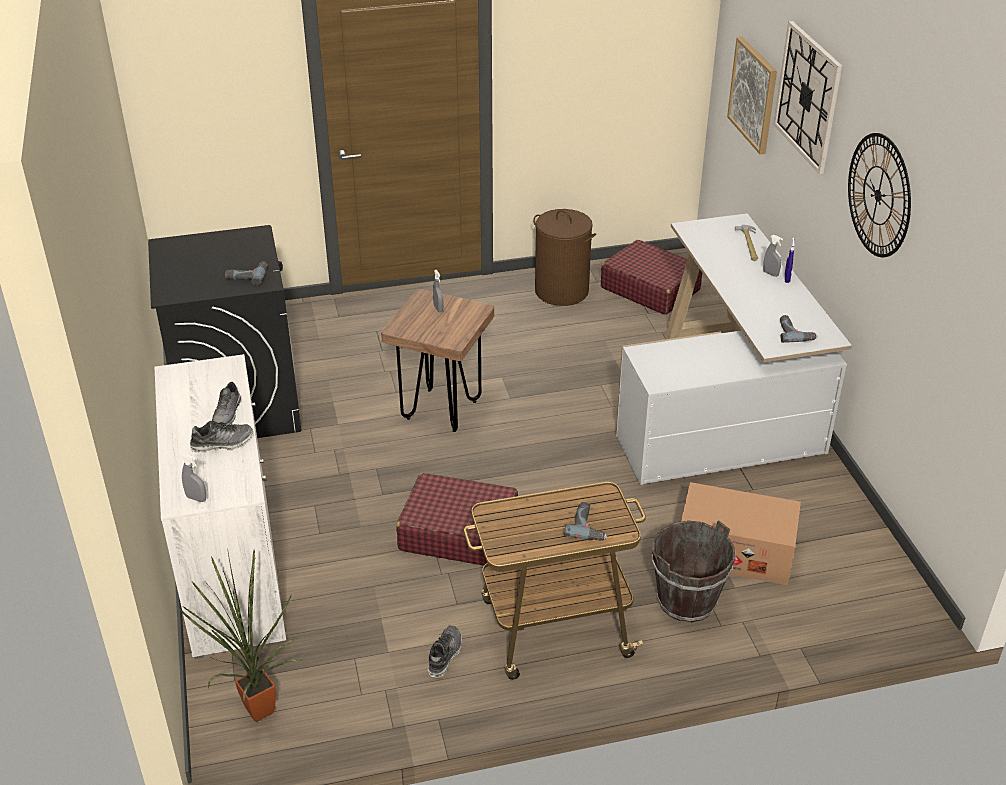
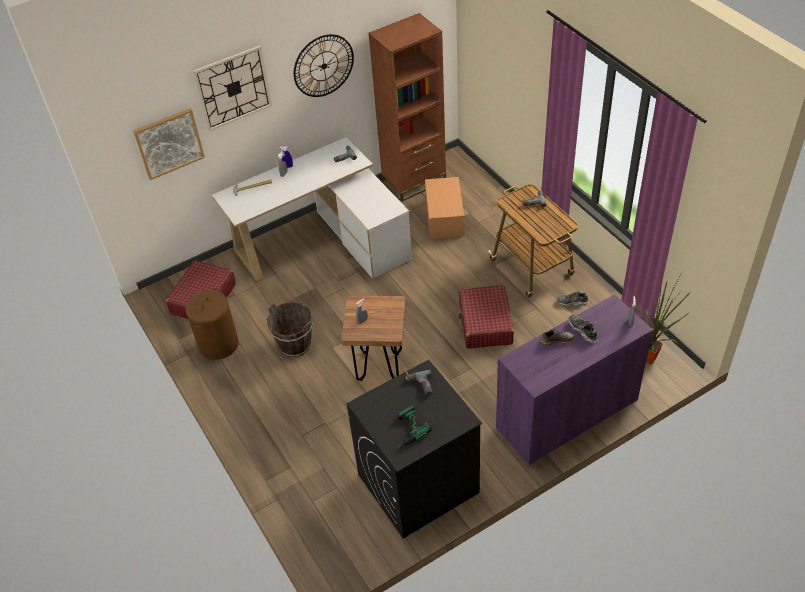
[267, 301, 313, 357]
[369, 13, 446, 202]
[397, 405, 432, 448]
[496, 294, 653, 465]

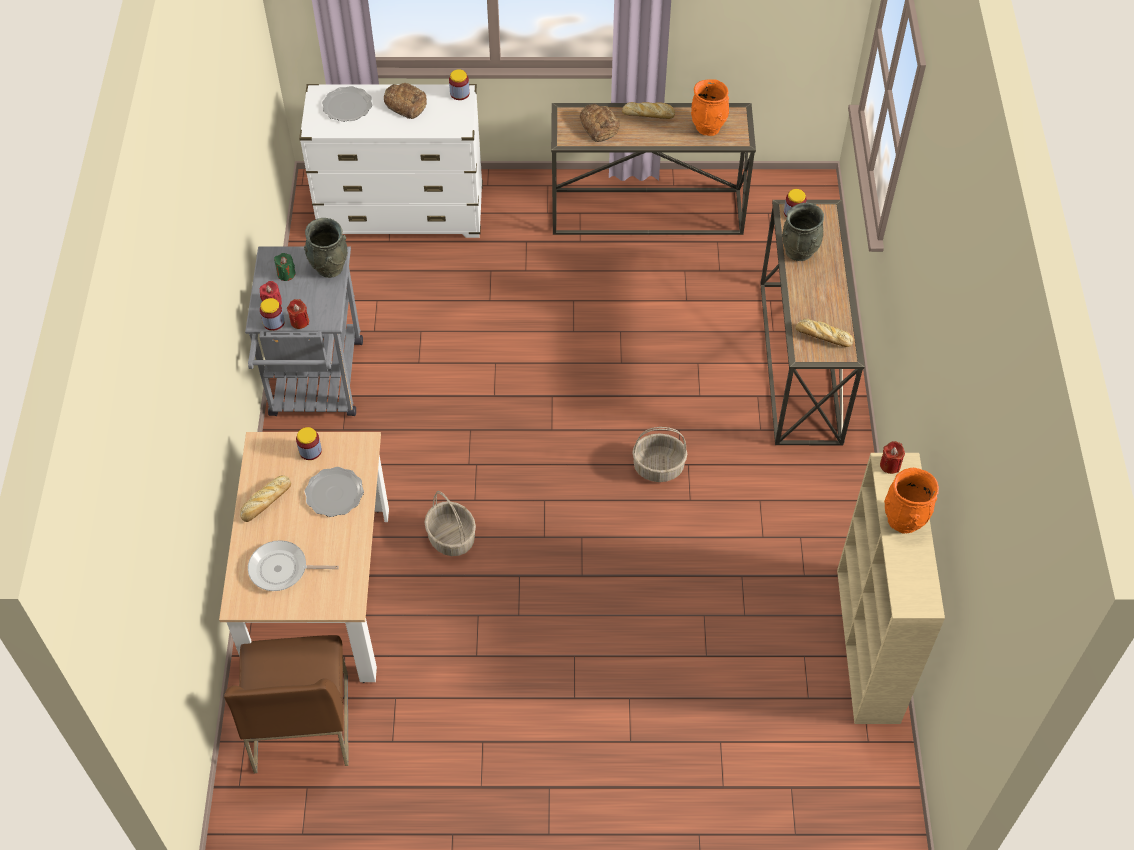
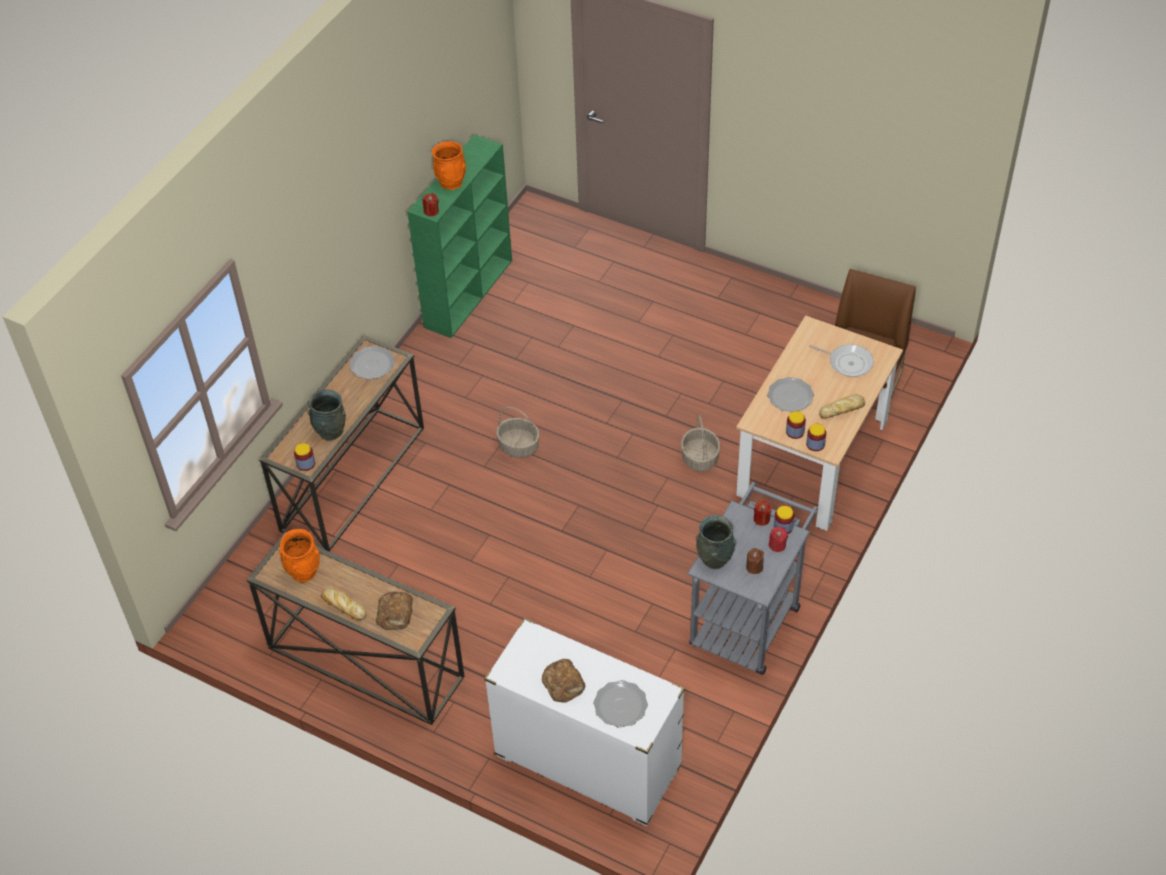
[350, 346, 395, 380]
[407, 135, 512, 338]
[746, 548, 764, 574]
[806, 424, 826, 451]

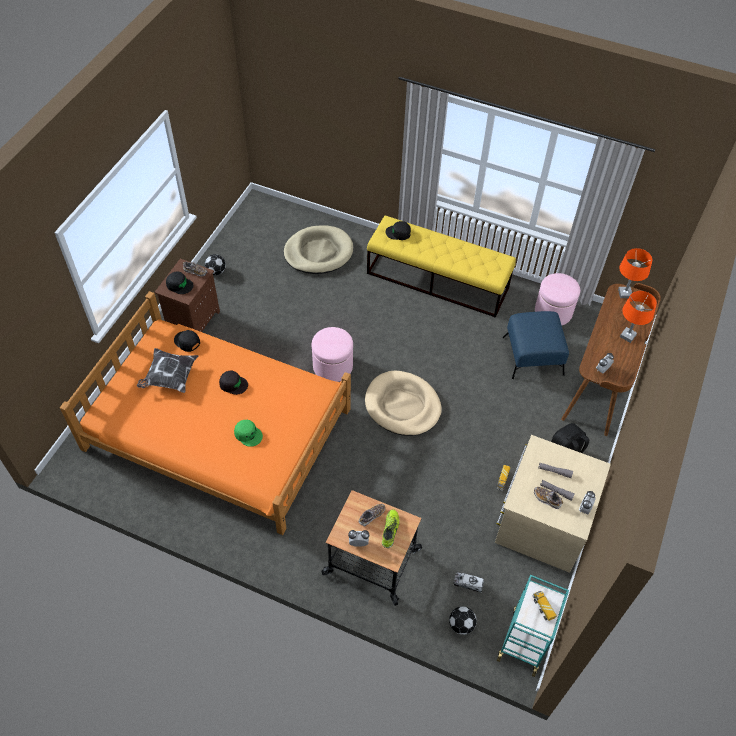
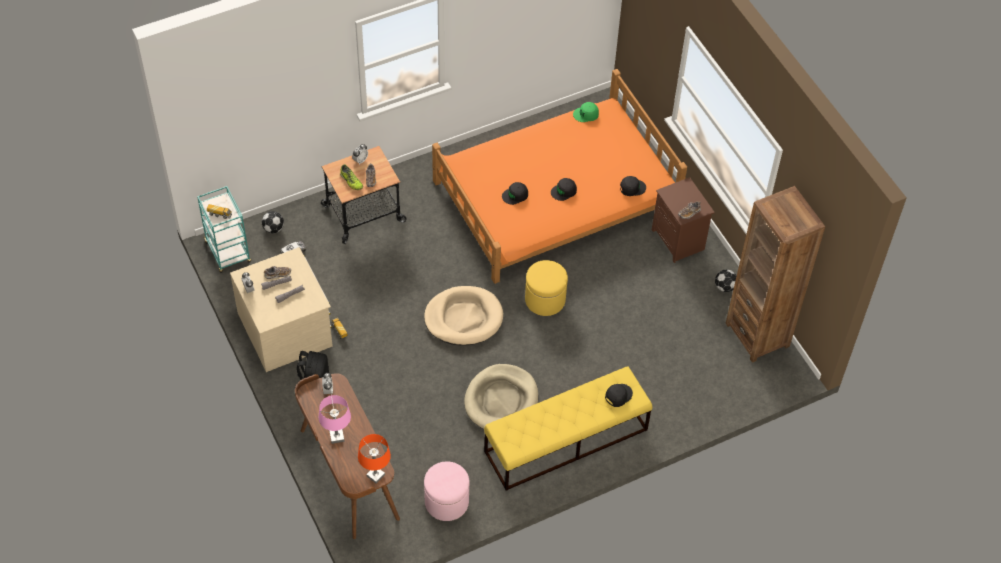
[319, 395, 351, 444]
[464, 364, 538, 429]
[502, 182, 528, 205]
[525, 260, 568, 316]
[573, 102, 599, 122]
[725, 186, 825, 363]
[137, 348, 198, 393] (first image)
[502, 311, 569, 379] (first image)

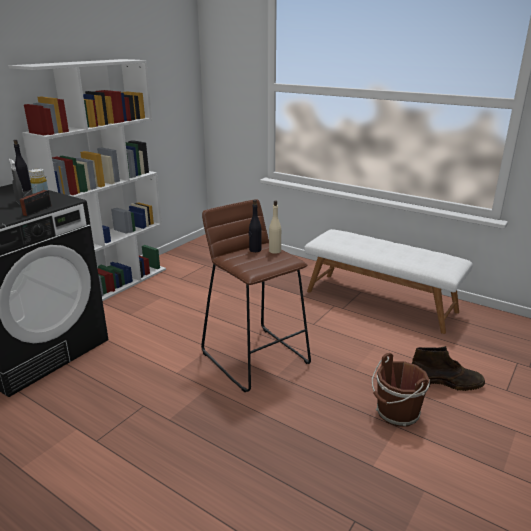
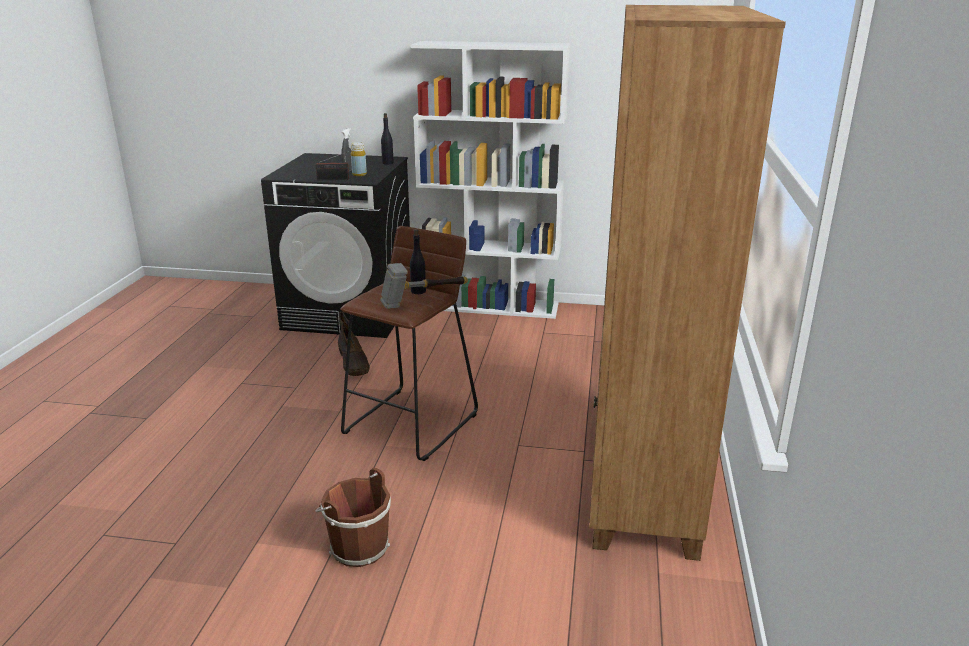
[338, 312, 370, 376]
[380, 263, 468, 309]
[589, 5, 786, 561]

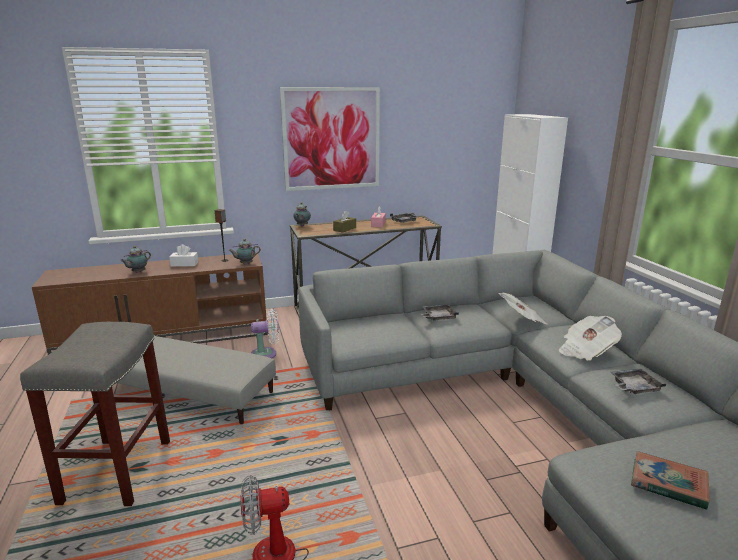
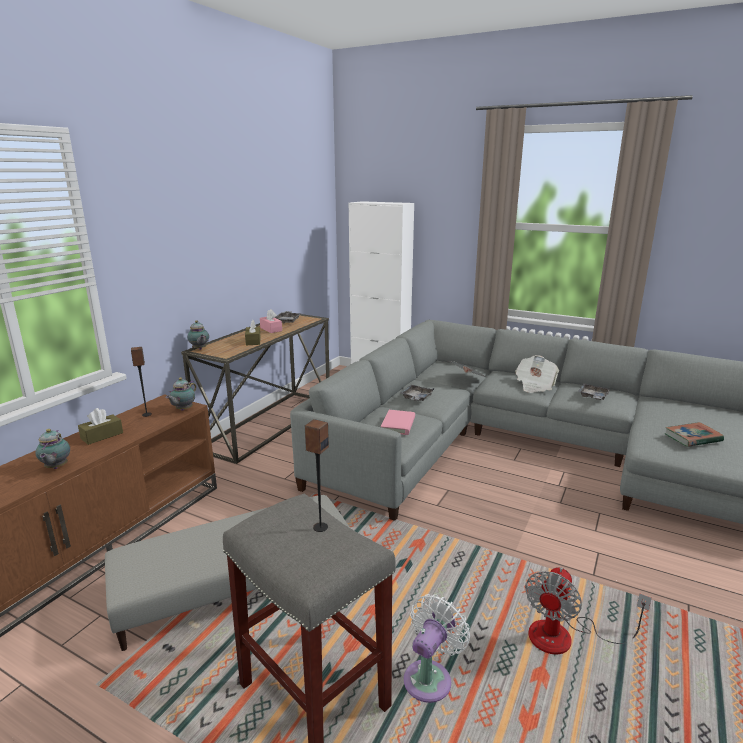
[78, 408, 123, 445]
[305, 419, 329, 532]
[381, 410, 415, 435]
[404, 594, 470, 703]
[280, 87, 380, 191] (first image)

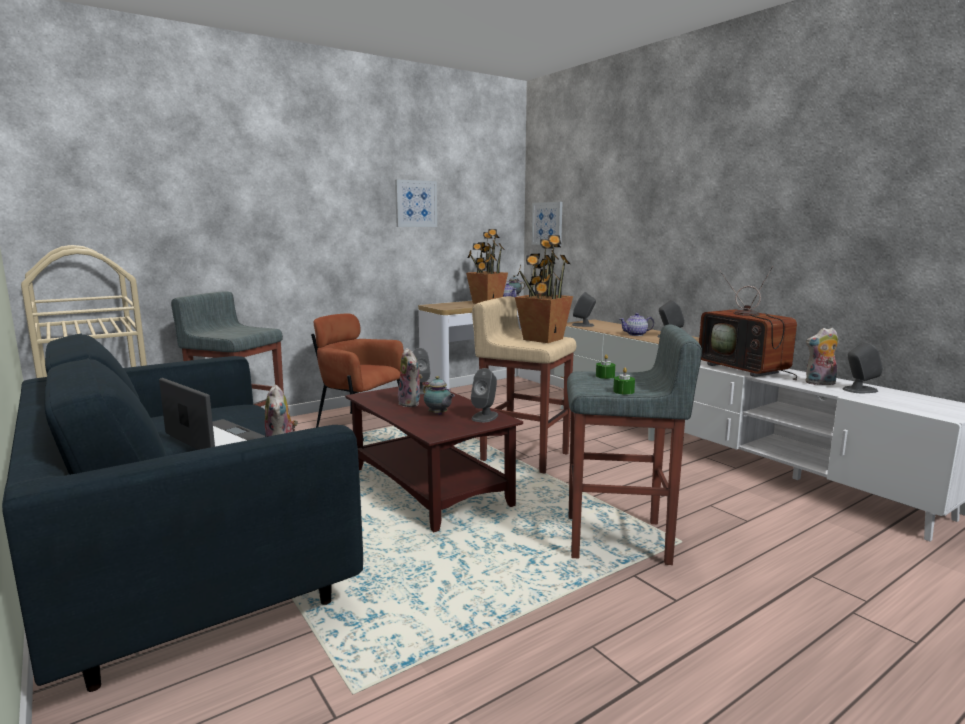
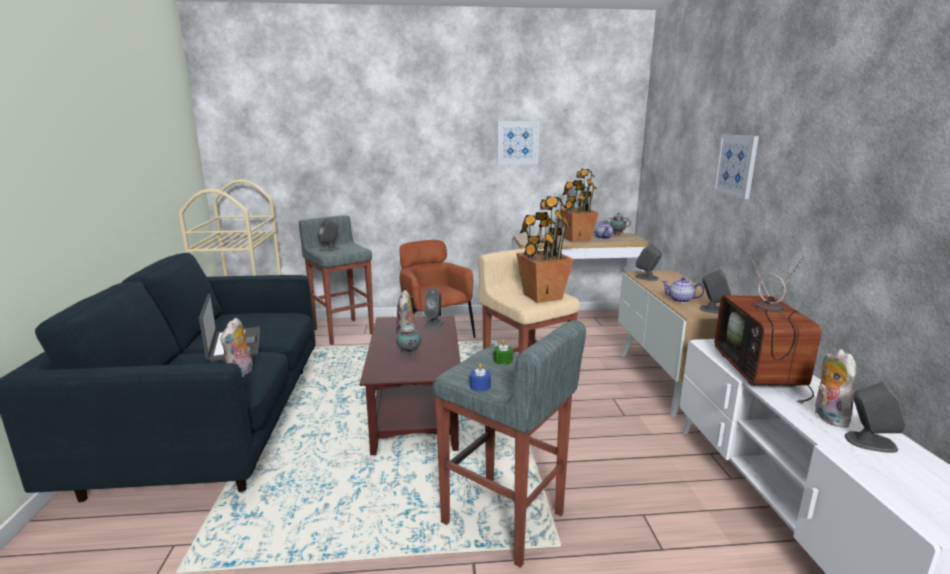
[318, 219, 340, 252]
[470, 363, 491, 391]
[713, 135, 759, 199]
[815, 349, 856, 428]

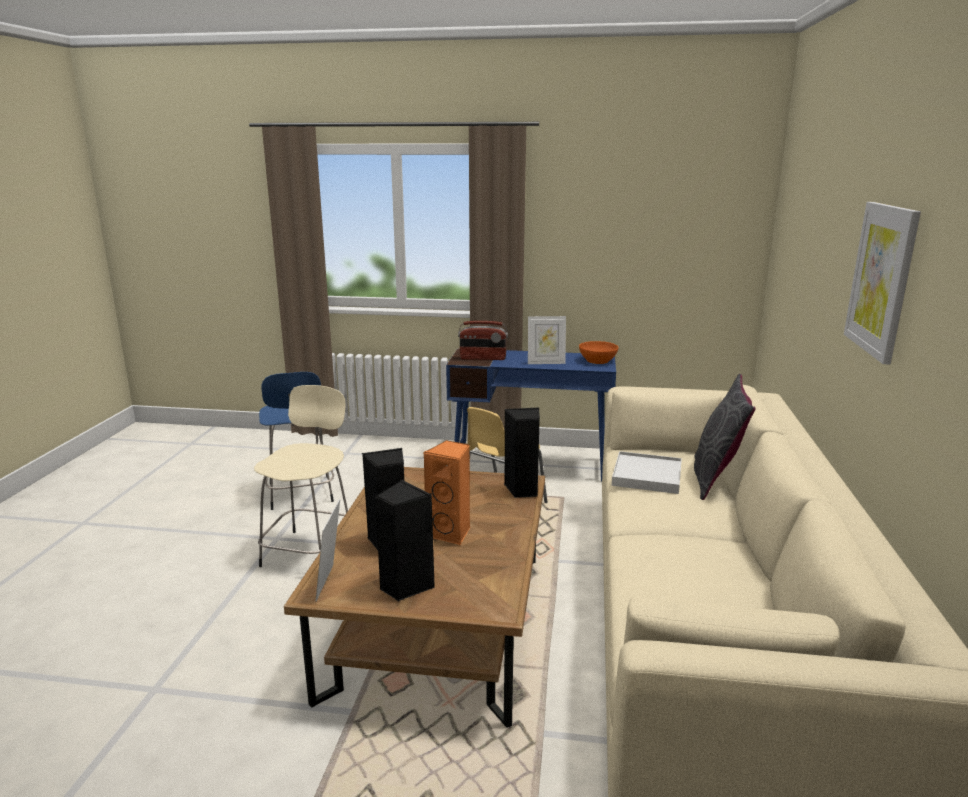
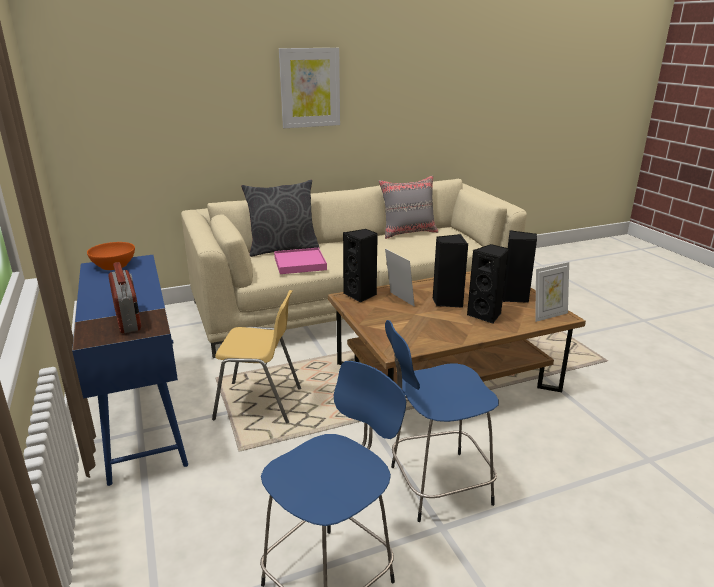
[274, 248, 327, 274]
[379, 175, 438, 239]
[385, 249, 415, 307]
[385, 320, 499, 522]
[433, 234, 468, 308]

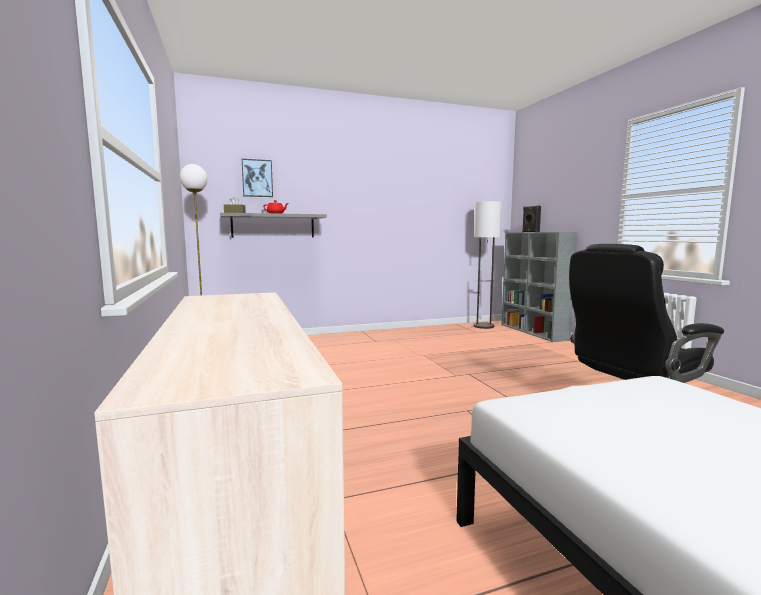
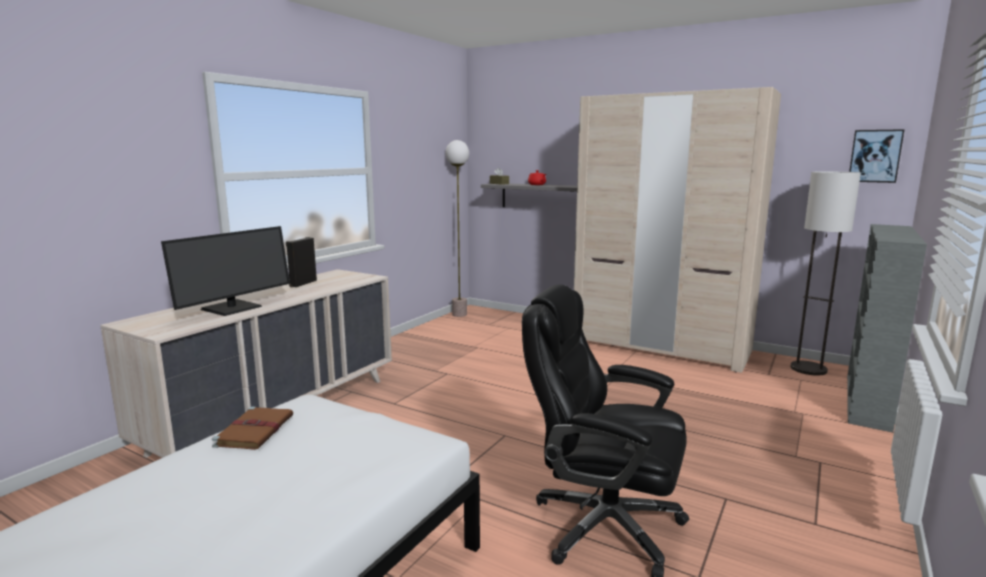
[161, 226, 290, 316]
[212, 407, 293, 450]
[286, 237, 317, 287]
[574, 87, 781, 373]
[849, 129, 904, 183]

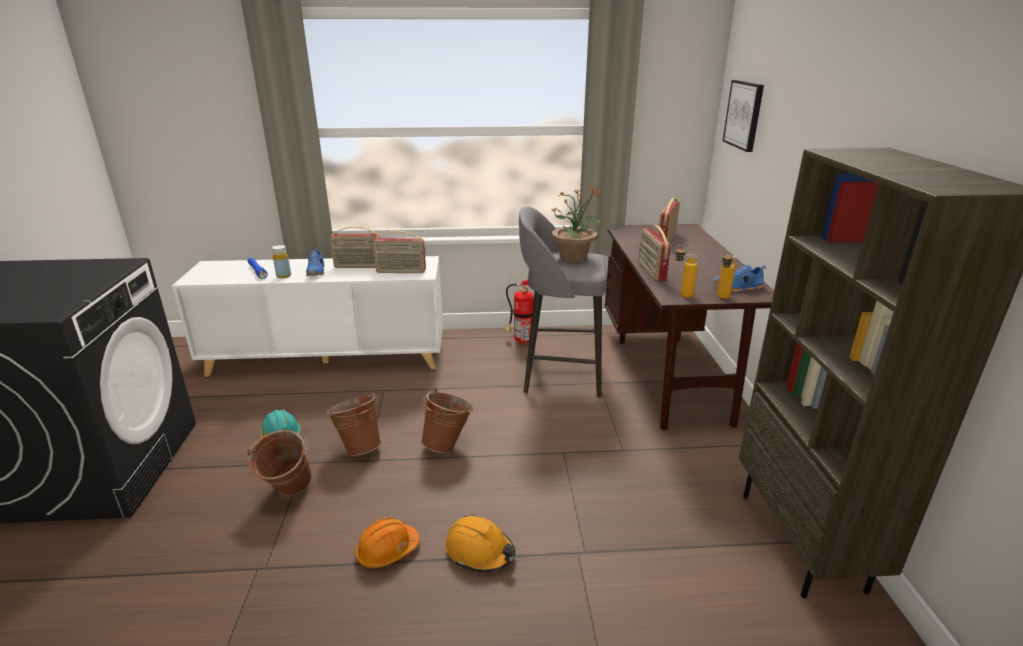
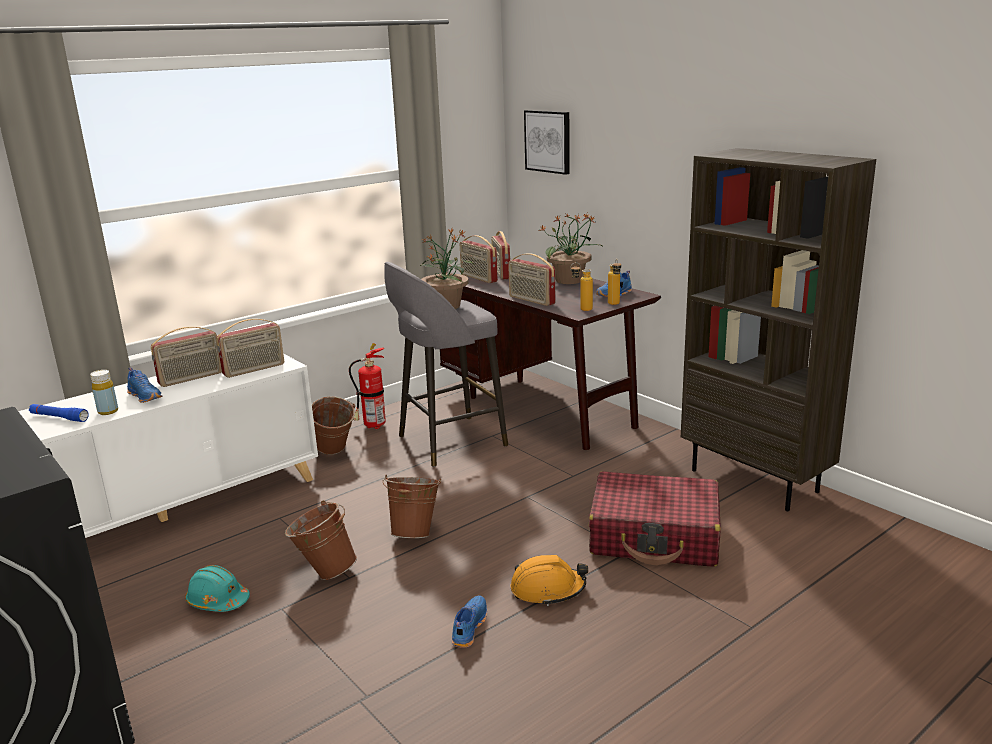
[312, 396, 355, 455]
[452, 595, 487, 648]
[460, 235, 498, 283]
[538, 213, 604, 284]
[589, 471, 721, 567]

